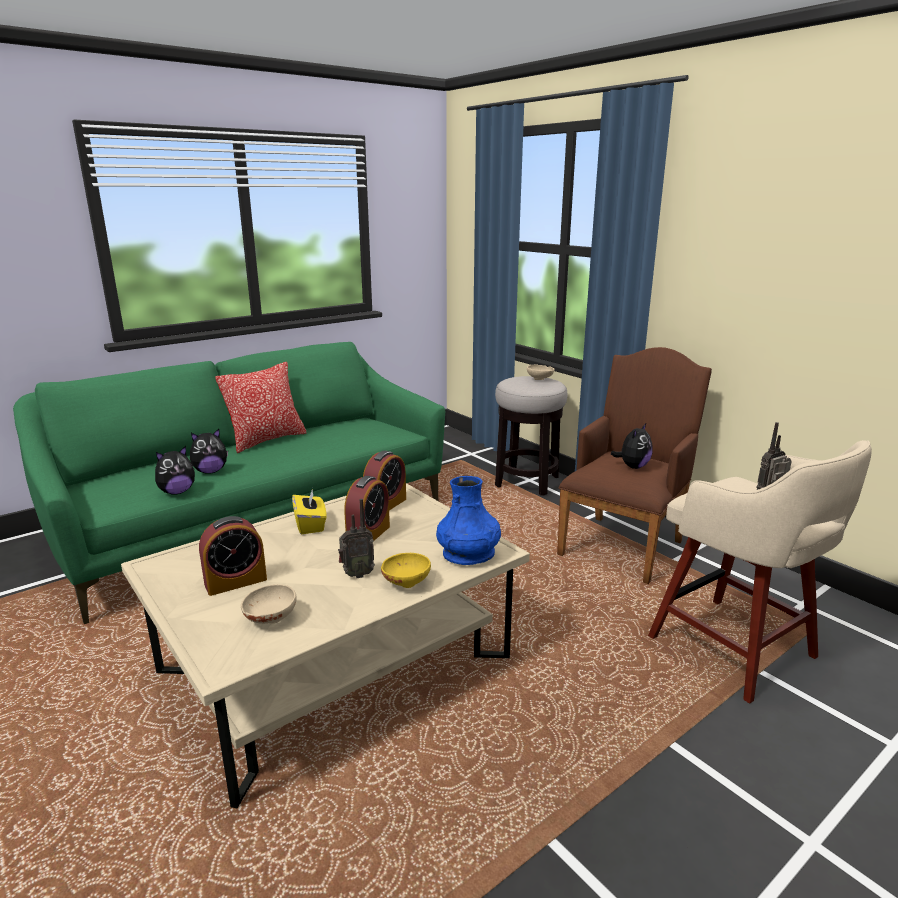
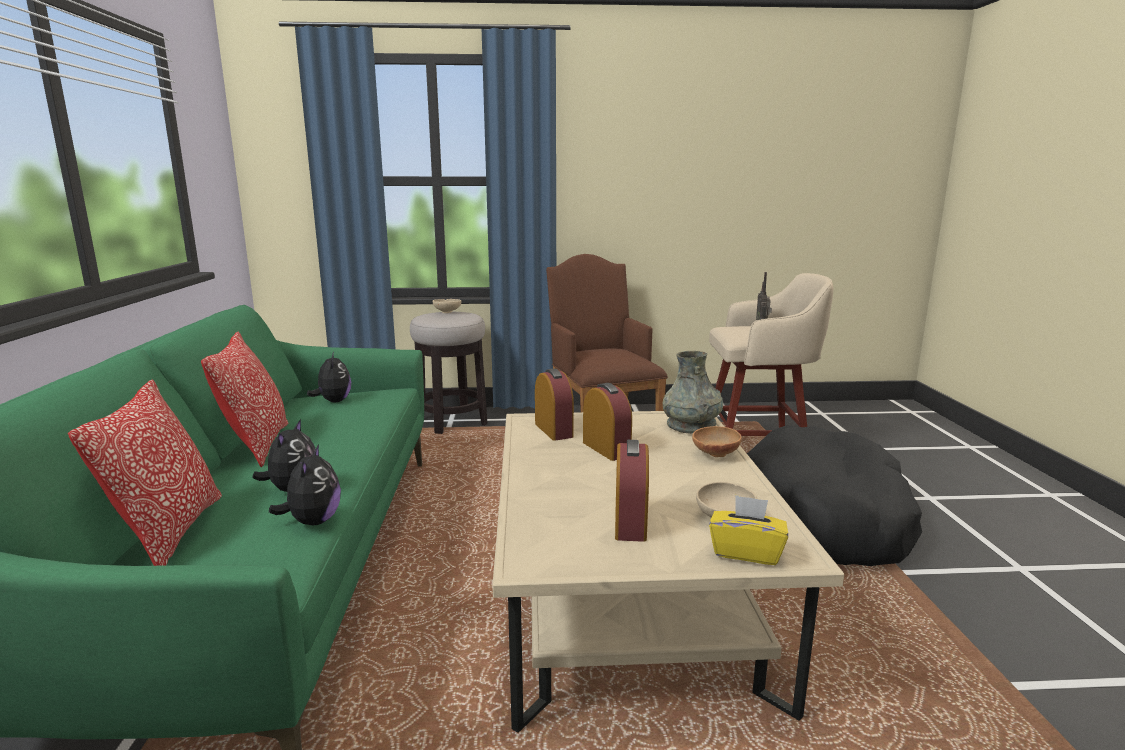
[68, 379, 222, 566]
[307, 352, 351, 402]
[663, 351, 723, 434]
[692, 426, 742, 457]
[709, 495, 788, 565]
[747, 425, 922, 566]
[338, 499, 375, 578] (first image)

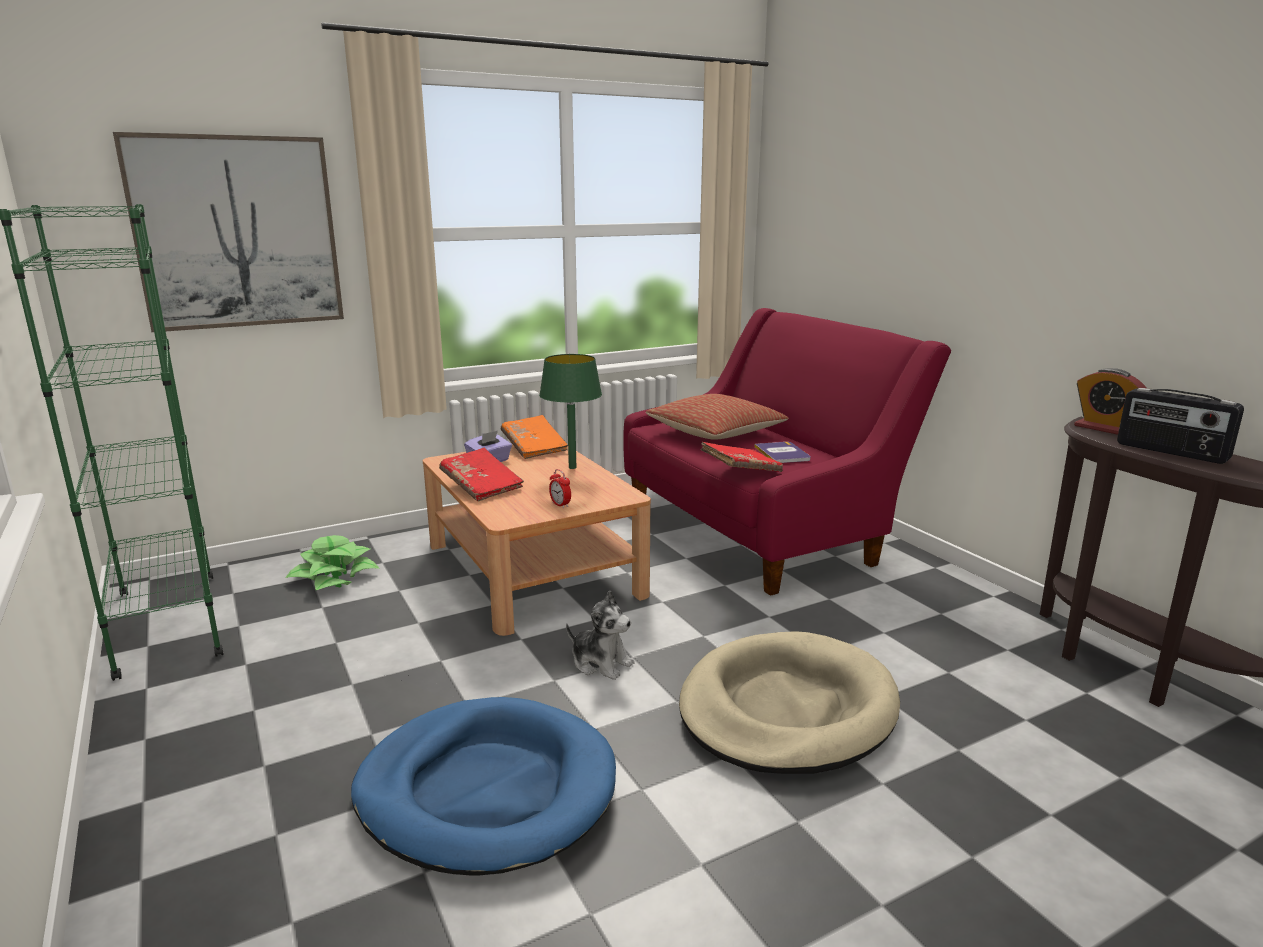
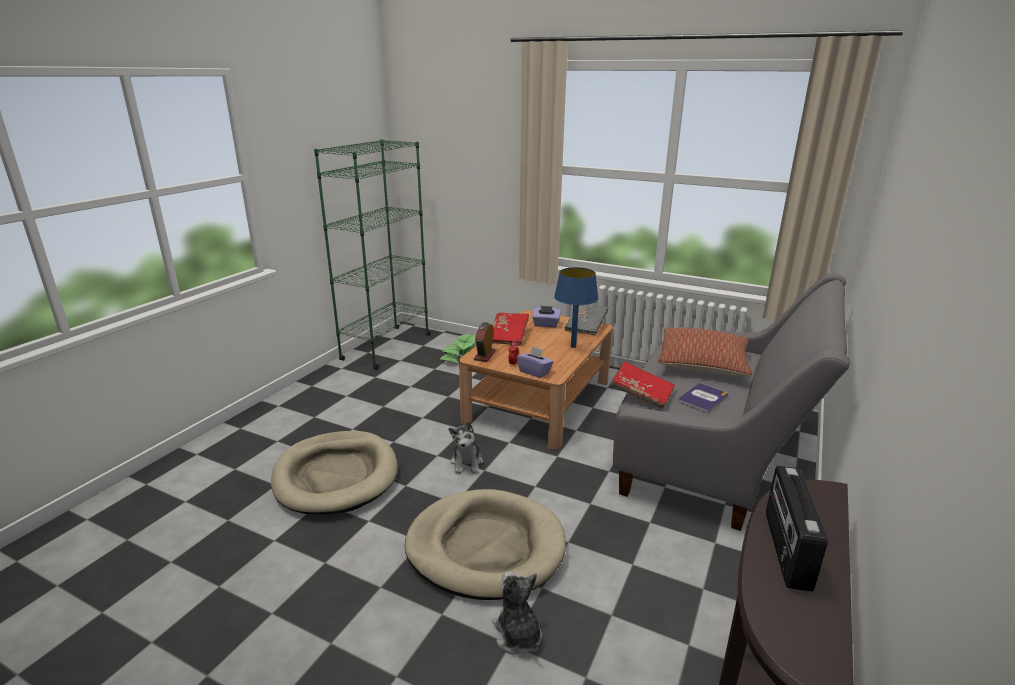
[271, 431, 398, 514]
[474, 322, 496, 362]
[492, 571, 542, 655]
[517, 347, 553, 378]
[554, 267, 599, 348]
[564, 304, 609, 335]
[613, 273, 850, 531]
[113, 132, 344, 332] (first image)

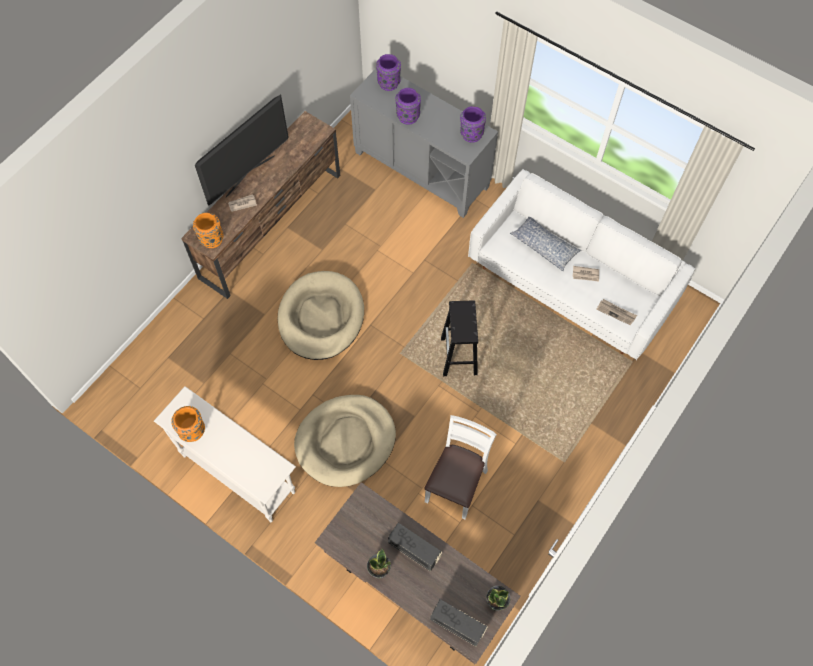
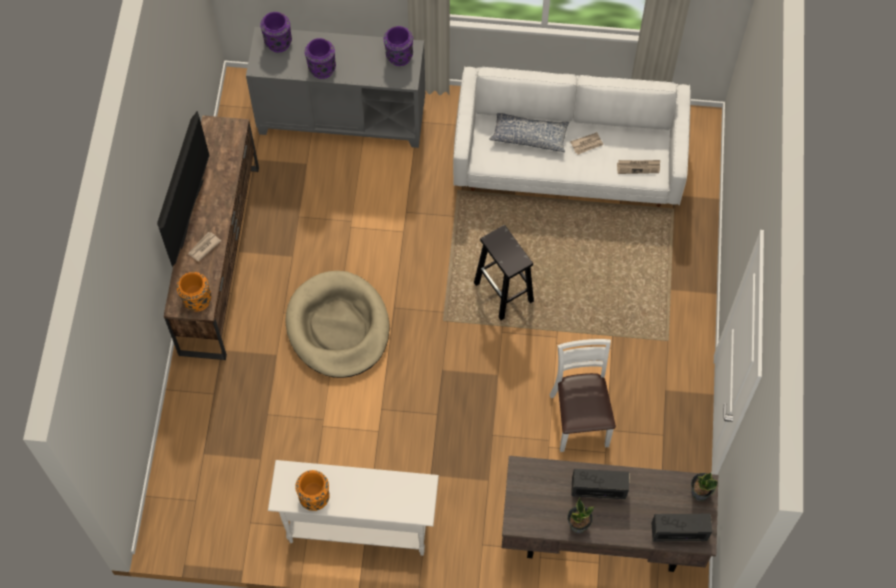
[294, 395, 396, 487] (first image)

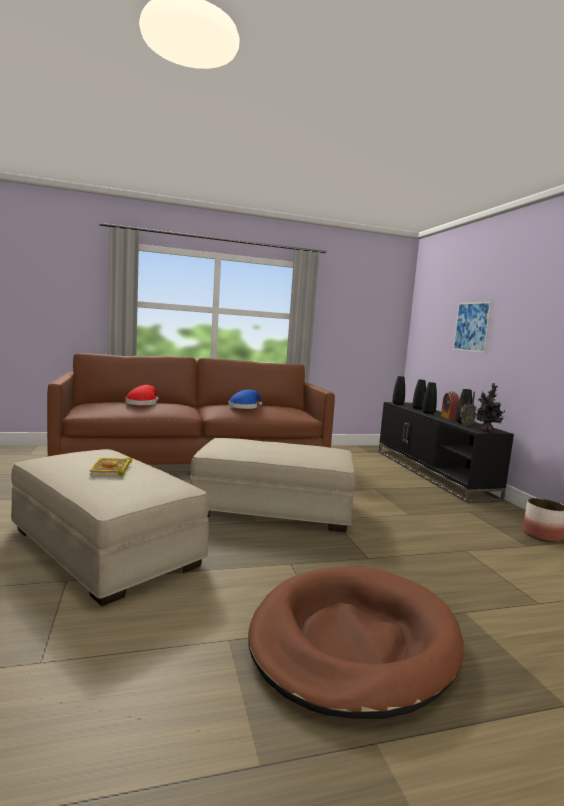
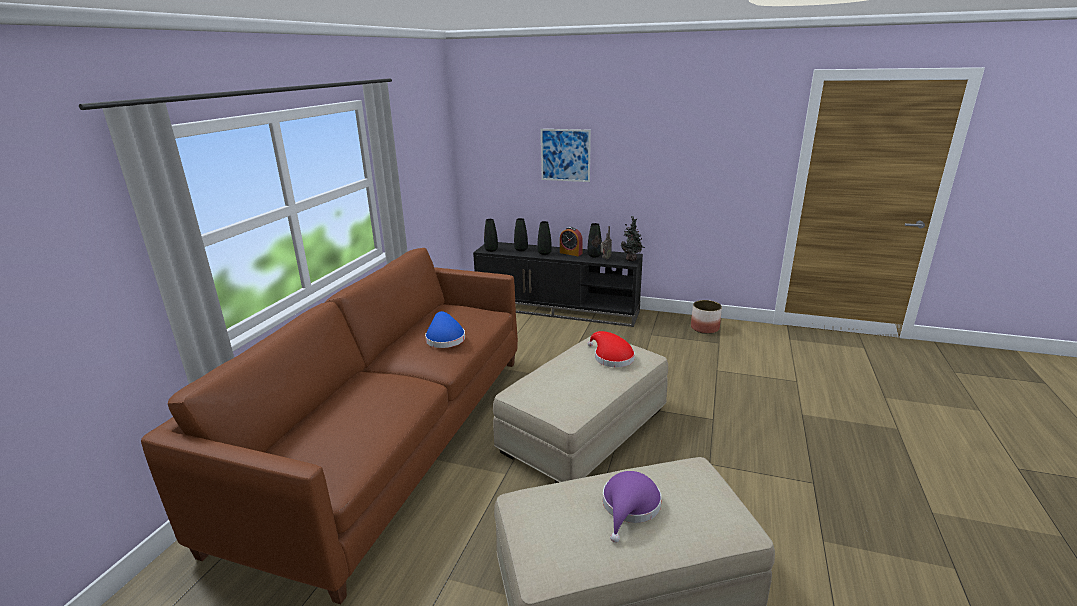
[587, 331, 635, 367]
[603, 471, 662, 543]
[248, 567, 464, 719] (first image)

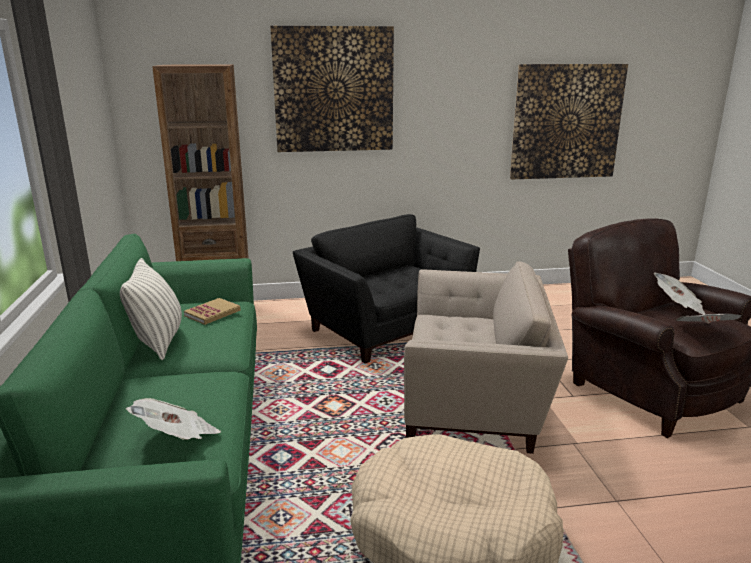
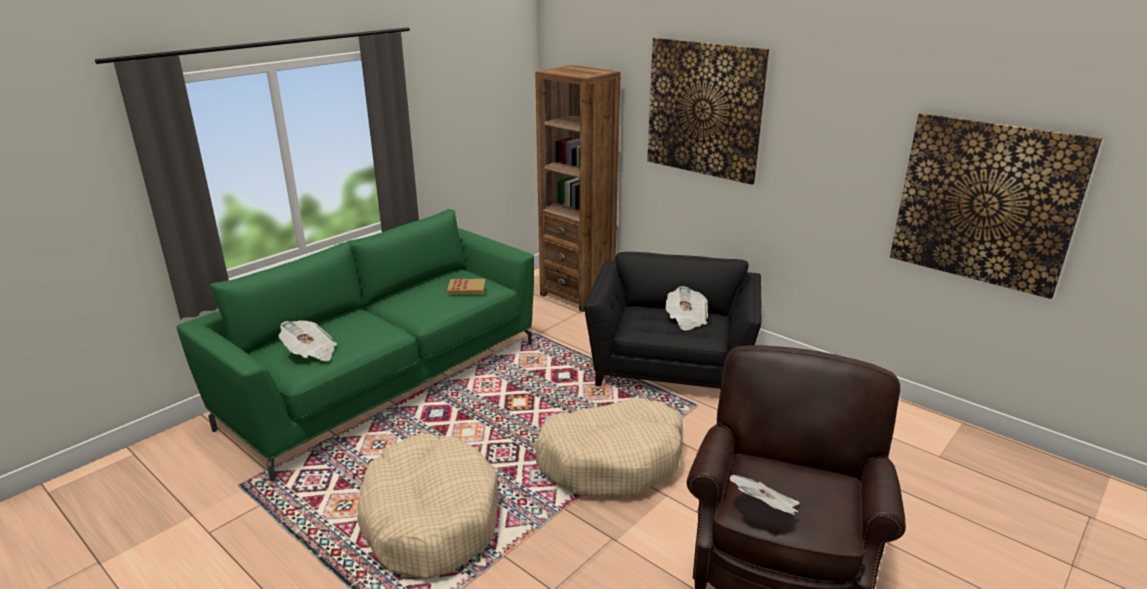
[535, 398, 682, 499]
[665, 286, 708, 331]
[120, 258, 182, 360] (first image)

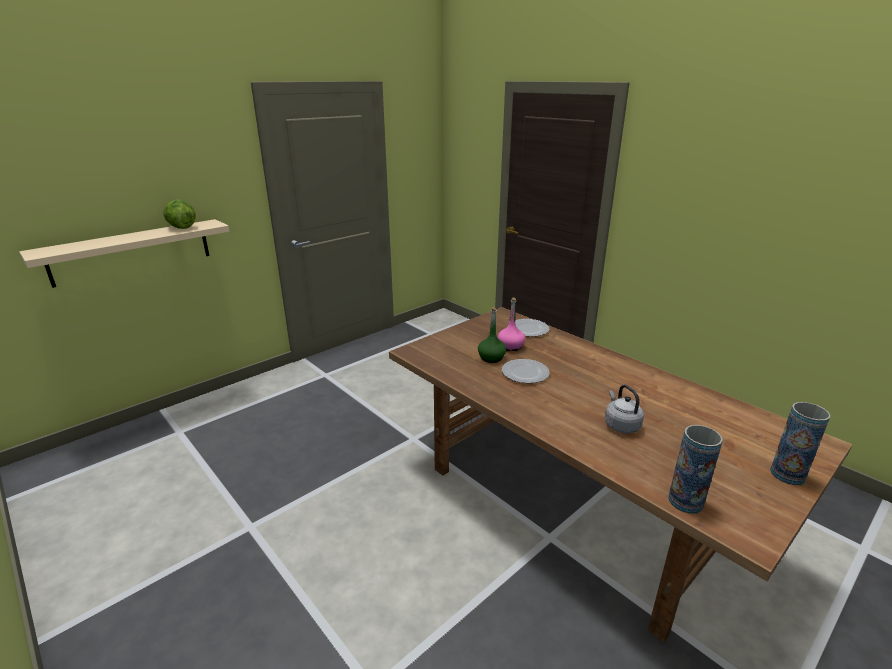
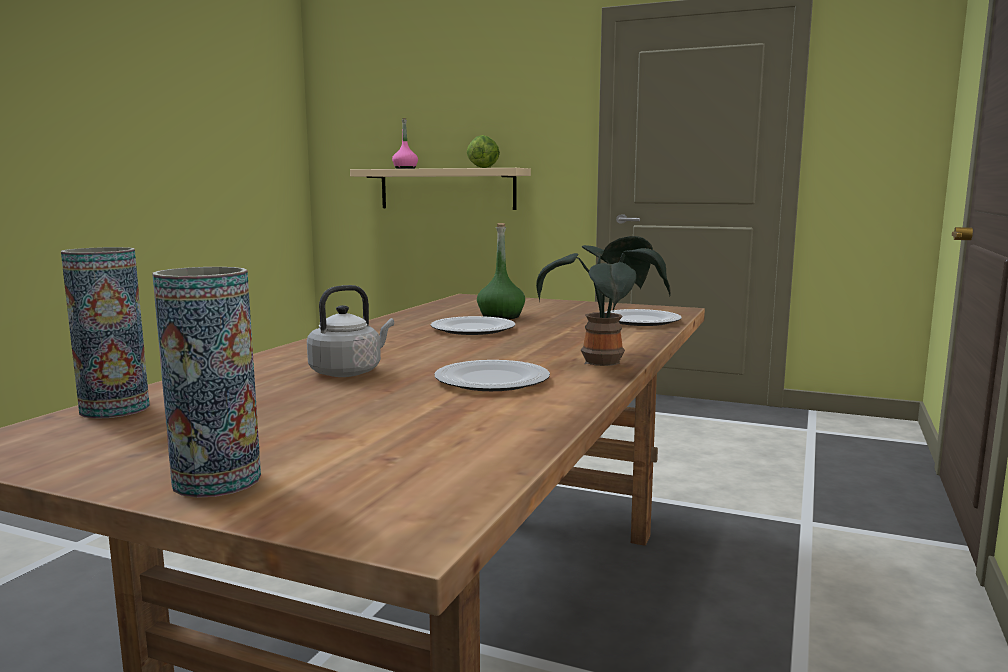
[392, 118, 418, 169]
[434, 360, 550, 391]
[536, 236, 671, 366]

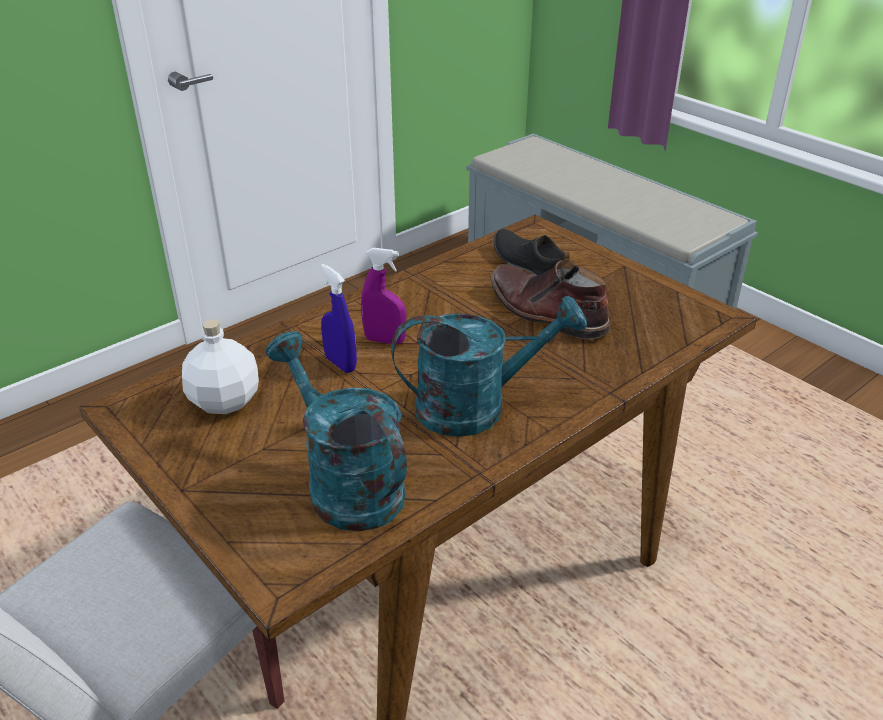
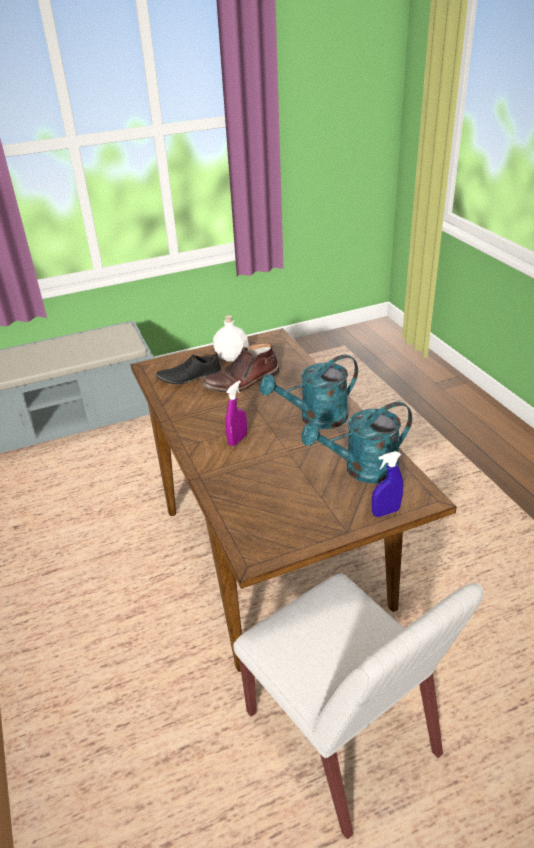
[213, 315, 249, 362]
[260, 355, 358, 429]
[372, 451, 403, 517]

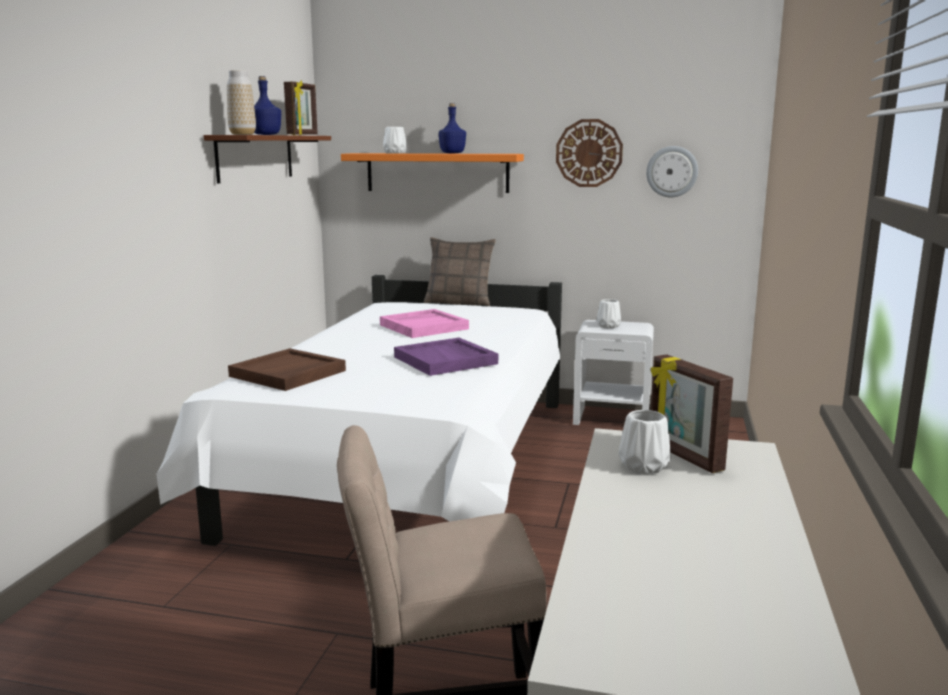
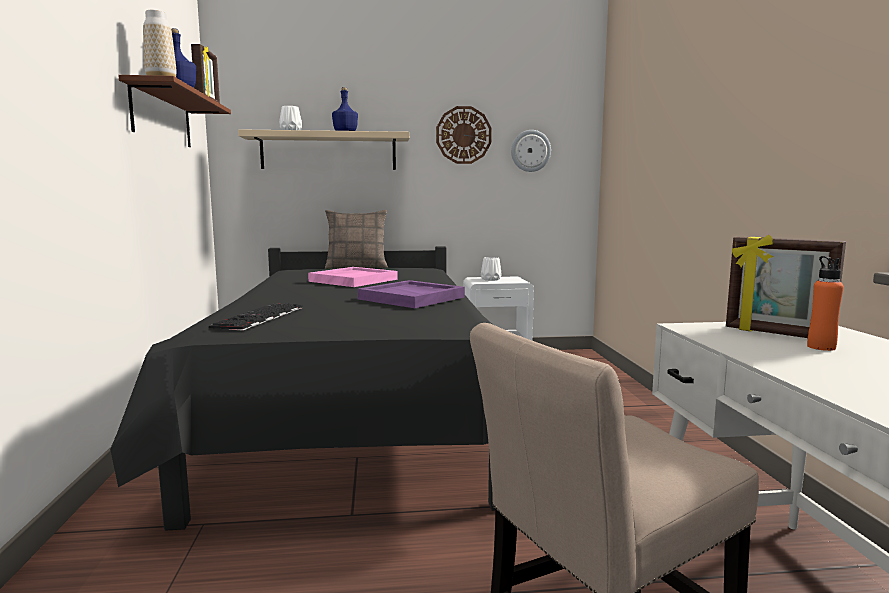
[110, 246, 495, 531]
[209, 303, 303, 331]
[238, 129, 410, 170]
[807, 256, 844, 351]
[619, 410, 671, 474] (first image)

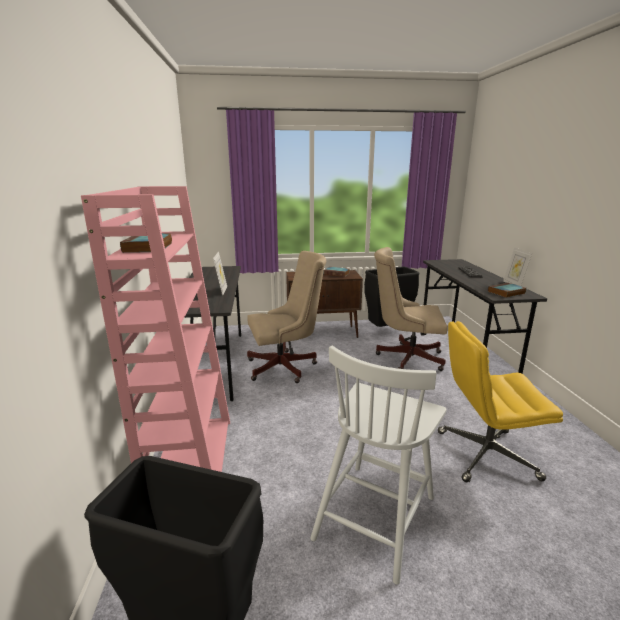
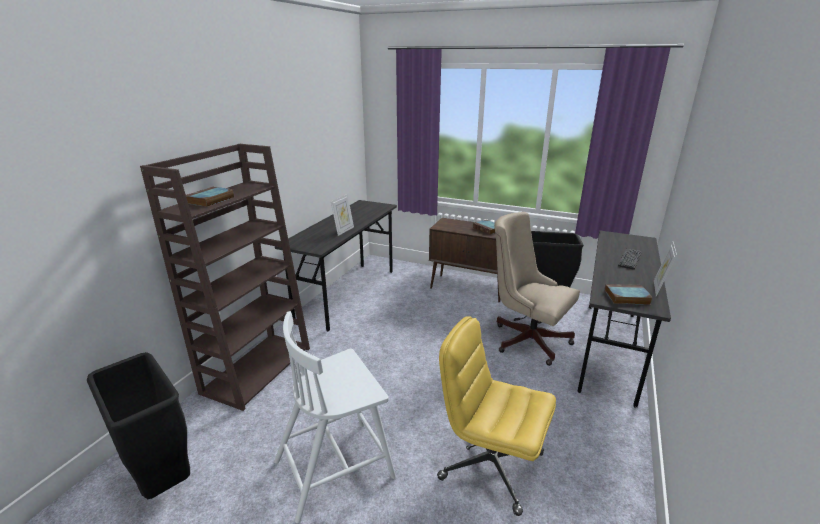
[140, 144, 310, 411]
[247, 251, 326, 383] (first image)

